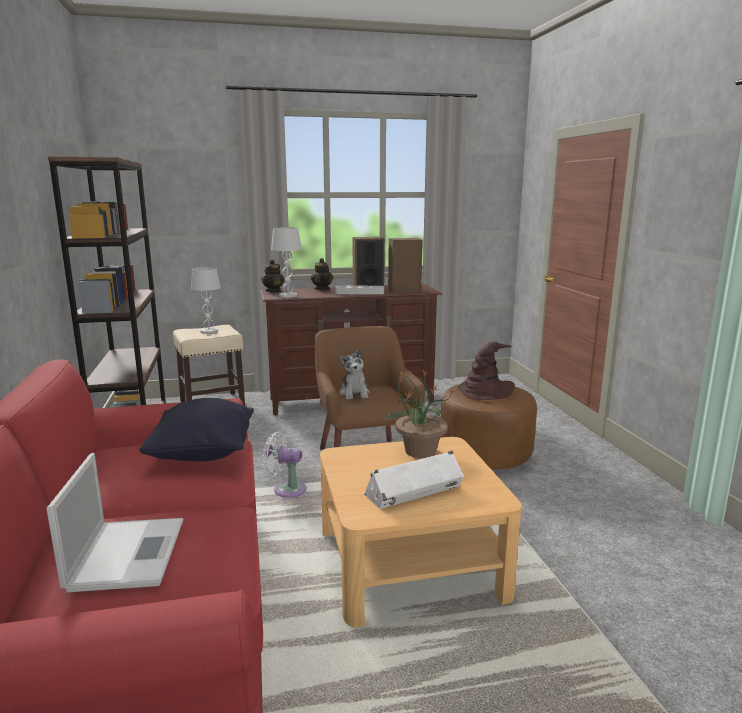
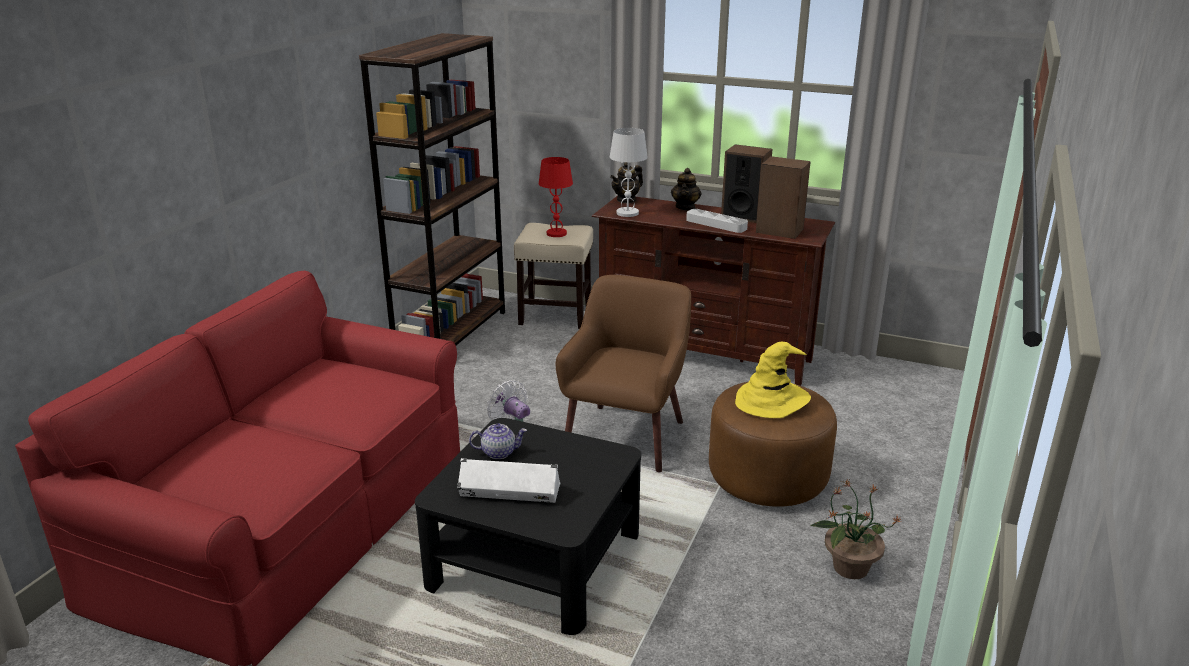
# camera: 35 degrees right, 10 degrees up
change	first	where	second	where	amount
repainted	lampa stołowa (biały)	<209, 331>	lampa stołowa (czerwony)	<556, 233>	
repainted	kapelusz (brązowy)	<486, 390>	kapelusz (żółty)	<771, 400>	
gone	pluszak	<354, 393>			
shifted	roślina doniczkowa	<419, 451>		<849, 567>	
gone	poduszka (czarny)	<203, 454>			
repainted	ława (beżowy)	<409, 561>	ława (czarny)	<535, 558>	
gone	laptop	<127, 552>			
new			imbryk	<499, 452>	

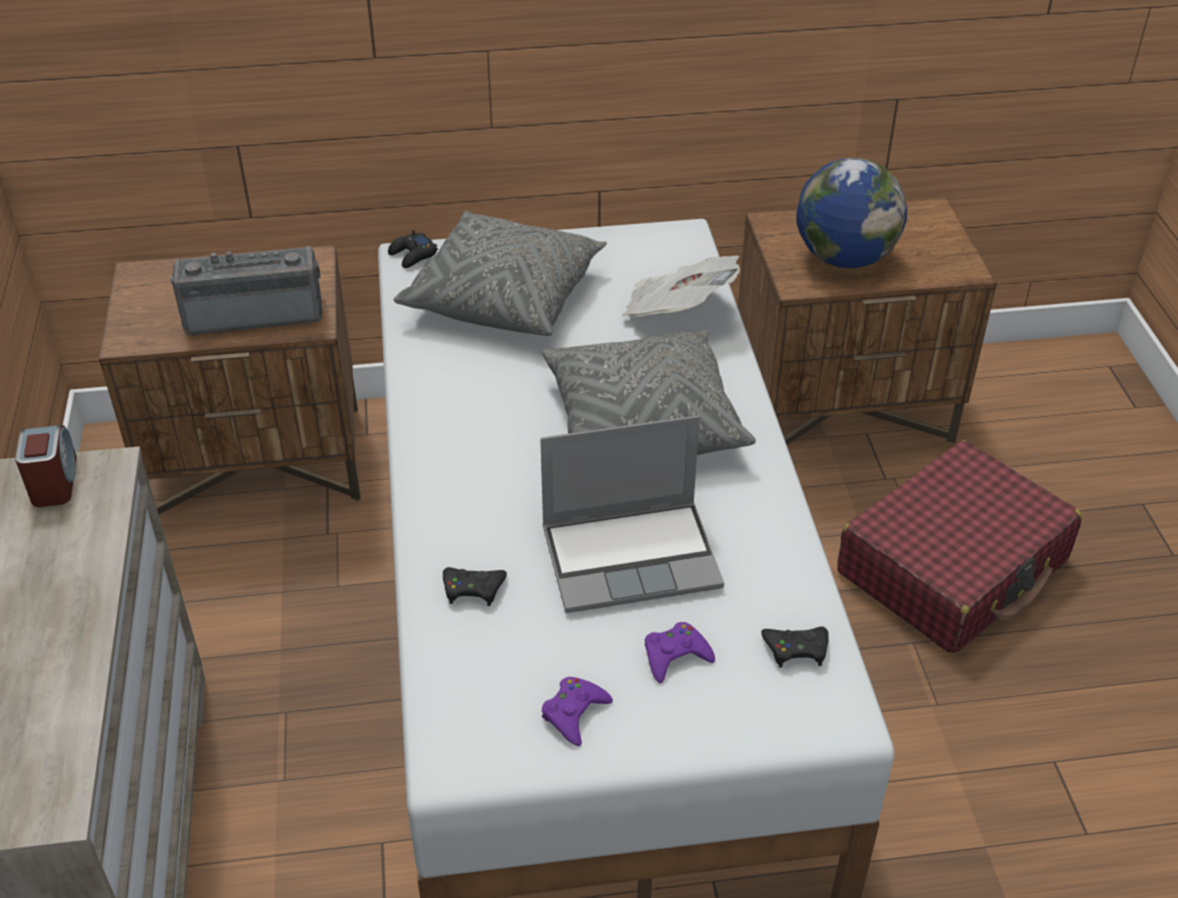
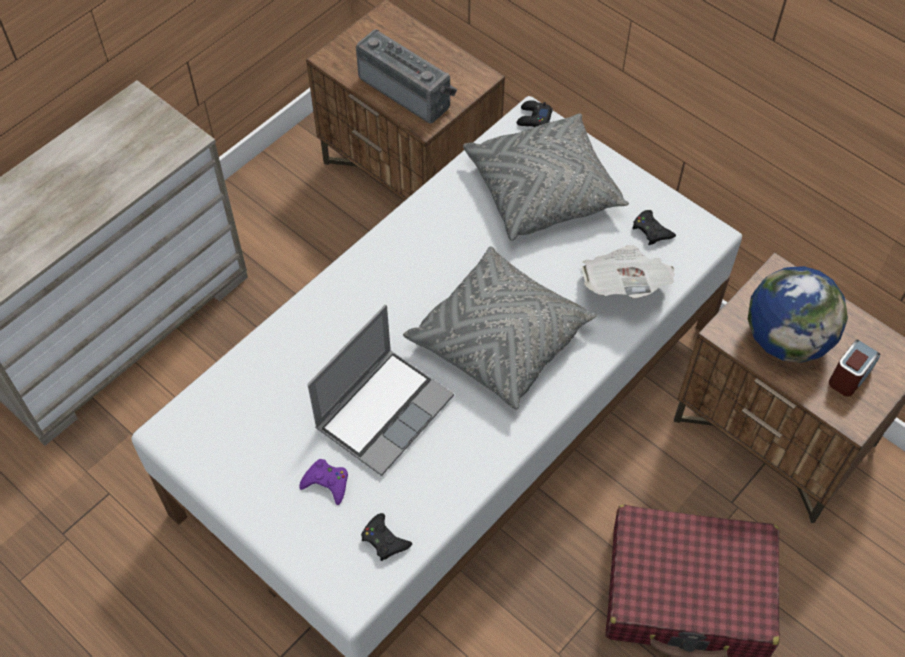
# camera: 50 degrees right, 15 degrees up
change	first	where	second	where	amount
rotated	laptop	<632, 556>		<384, 410>	90 degrees counterclockwise
shifted	budzik	<54, 482>		<849, 376>	
shifted	pad do gier (czarny)	<473, 589>		<651, 230>	
gone	pad do gier (fioletowy)	<574, 713>			

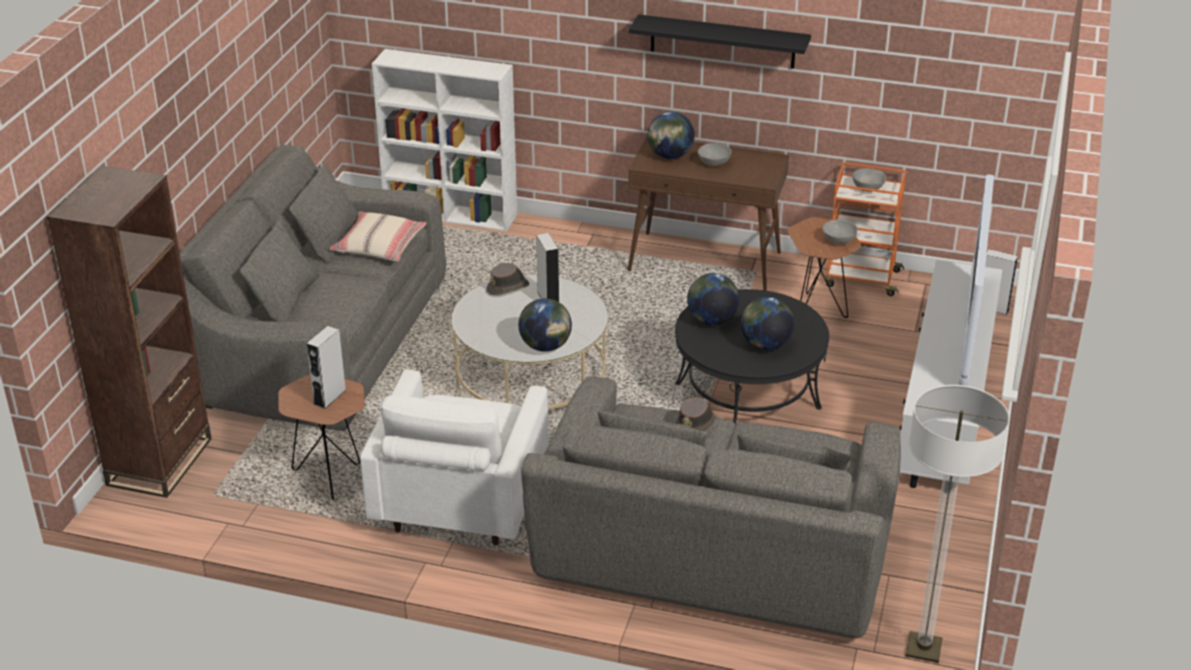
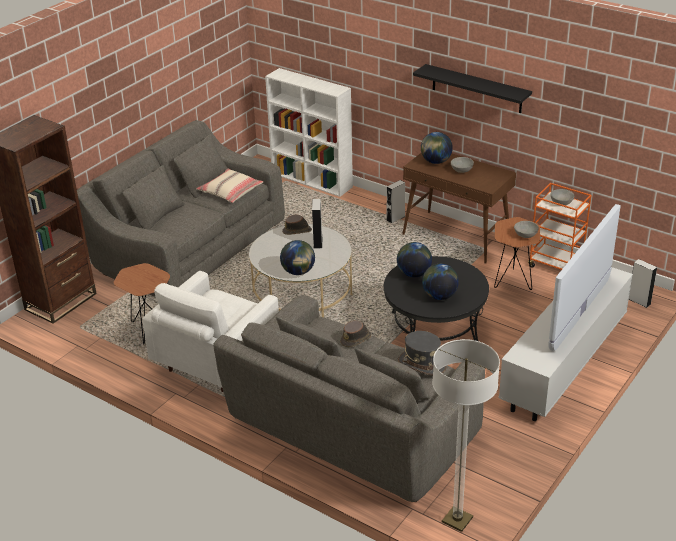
# camera: 20 degrees right, 0 degrees up
change	first	where	second	where	amount
shifted	głośnik (szary)	<329, 397>		<395, 218>	
new			kapelusz (szary)	<422, 363>	

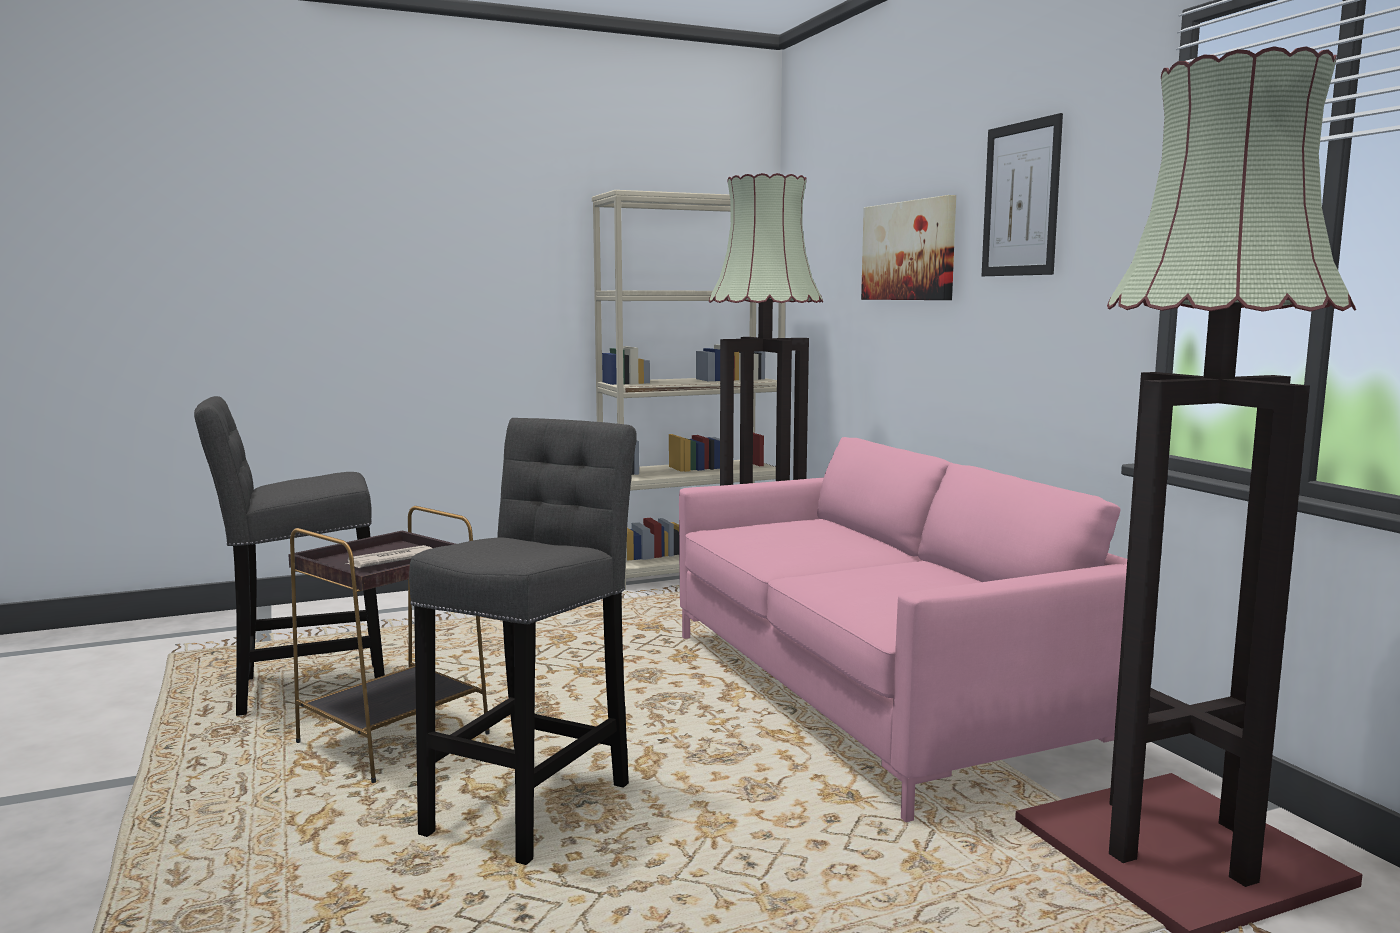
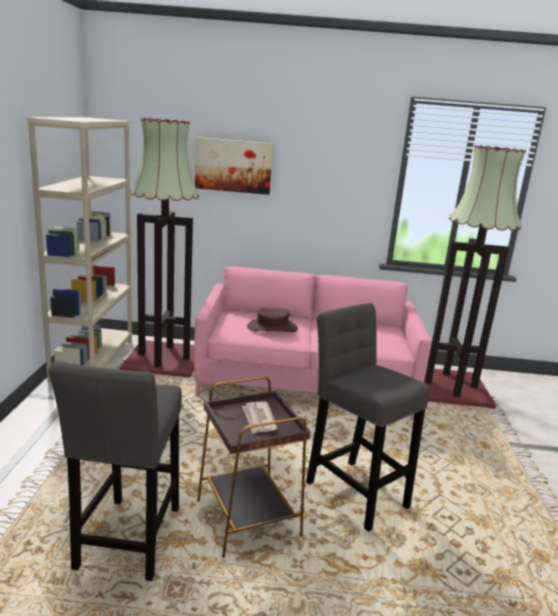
# camera: 65 degrees left, 10 degrees up
change	first	where	second	where	amount
gone	obraz	<1021, 199>			
new			kapelusz (brązowy)	<272, 328>	

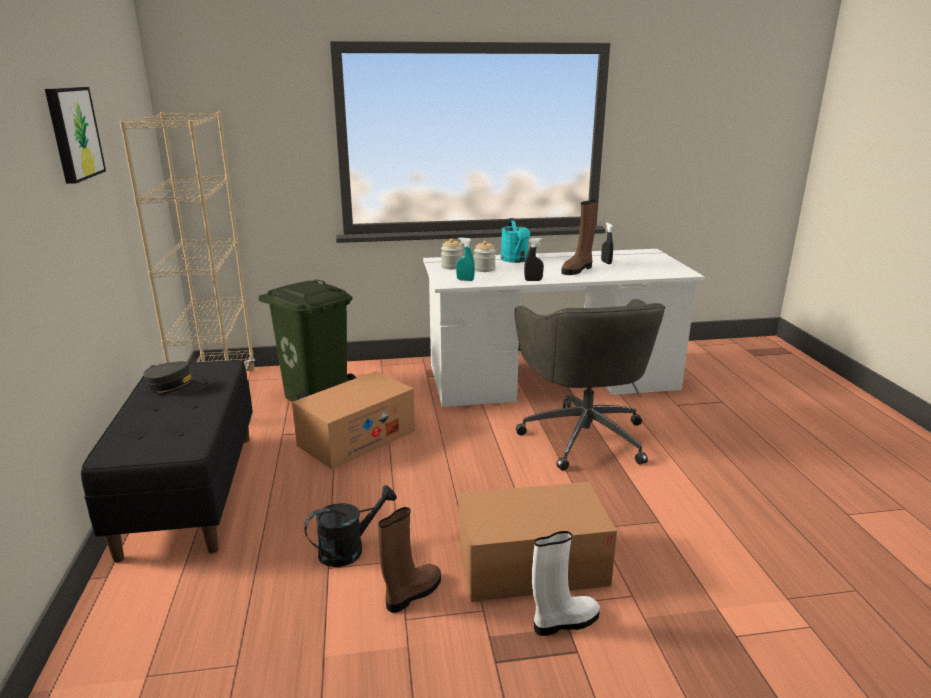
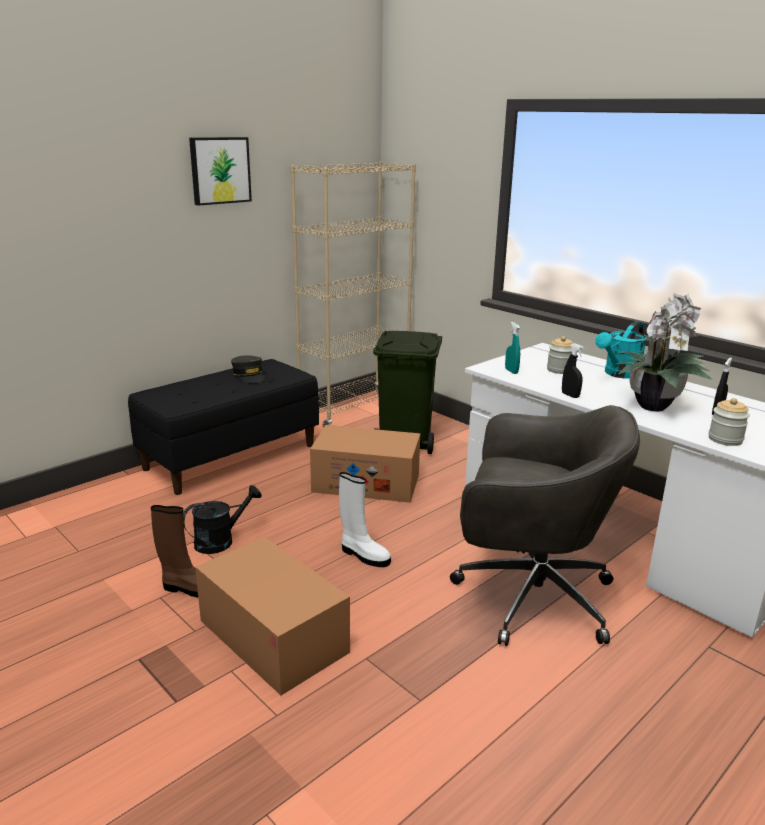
# camera: 55 degrees right, 0 degrees up
change	first	where	second	where	amount
swapped	but z cholewką (brązowy)	<577, 269>	roślina doniczkowa	<654, 406>	
shifted	słoik	<451, 267>		<725, 439>	
rotated	krzesło biurowe (szary)	<583, 435>		<529, 596>	120 degrees counterclockwise
rotated	konewka (czarny)	<349, 549>		<221, 540>	60 degrees counterclockwise
shifted	but z cholewką (biały)	<564, 622>		<363, 555>	

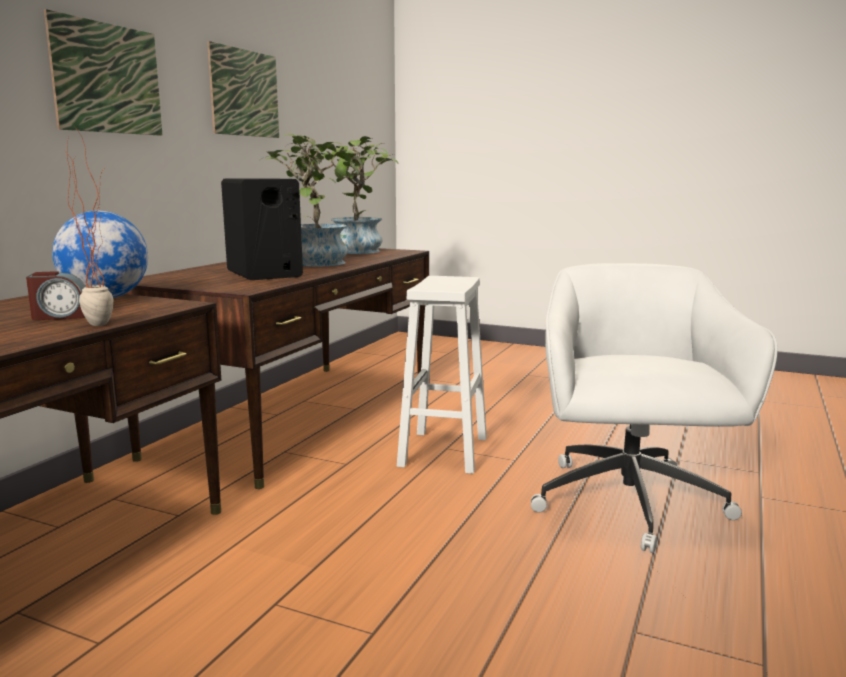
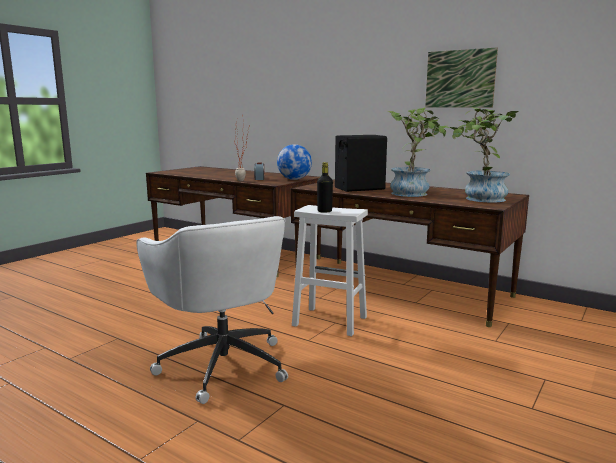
# camera: 100 degrees right, 0 degrees up
change	first	where	second	where	amount
gone	obraz	<107, 78>			
rotated	krzesło biurowe (biały)	<629, 504>		<222, 364>	45 degrees clockwise
new			butelka (czarny)	<324, 211>	

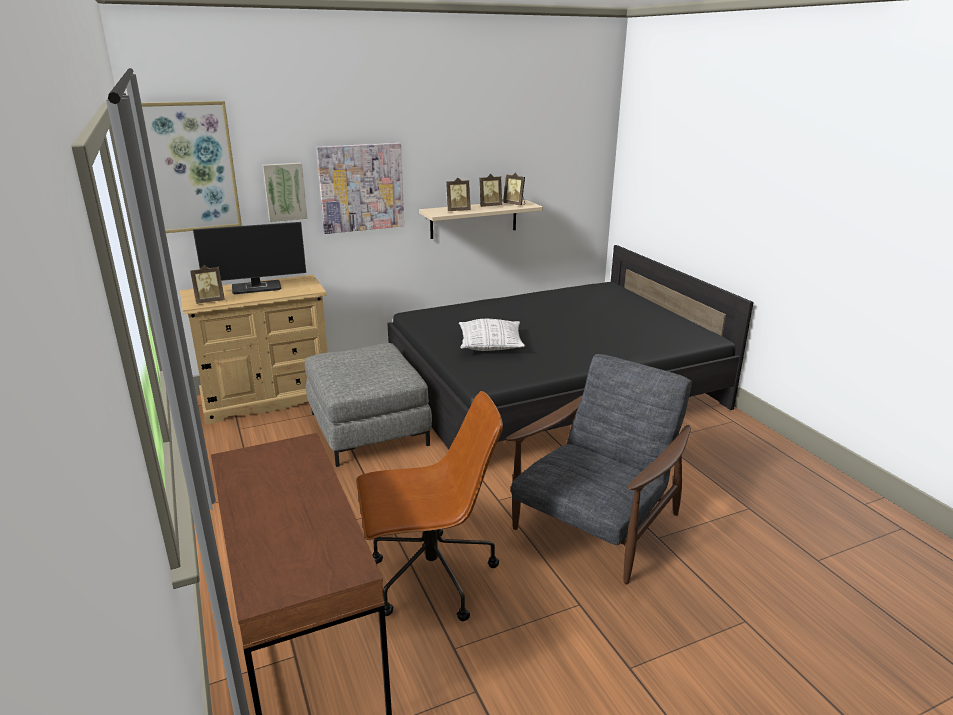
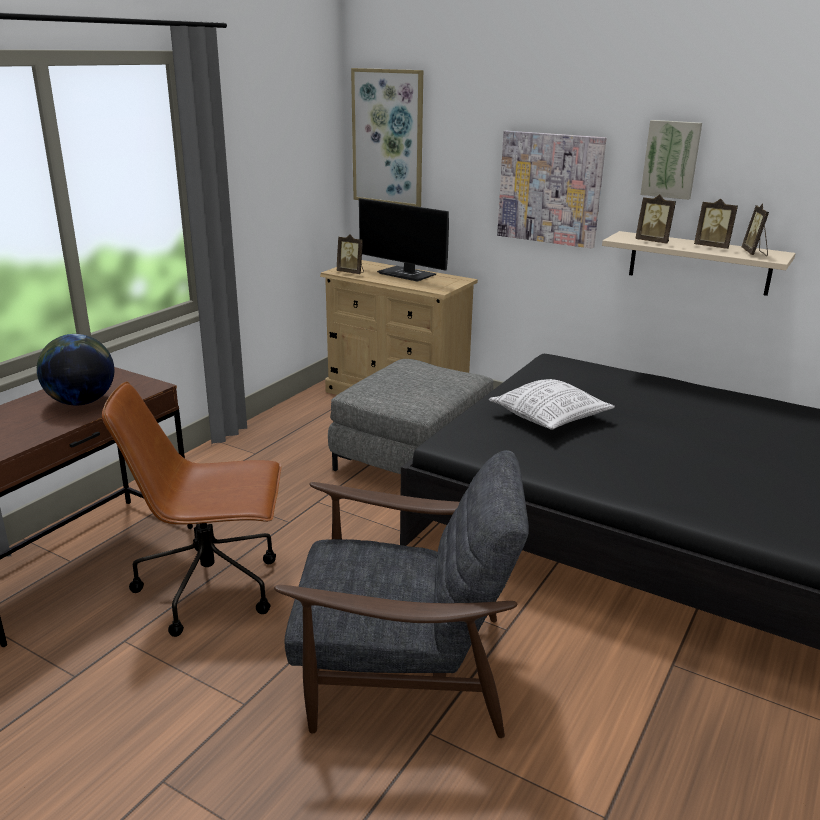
# camera: 55 degrees right, 0 degrees up
change	first	where	second	where	amount
shifted	obraz	<284, 191>		<671, 159>	
rotated	krzesło biurowe (brązowy)	<430, 578>		<212, 587>	135 degrees clockwise
new			globus	<81, 402>	

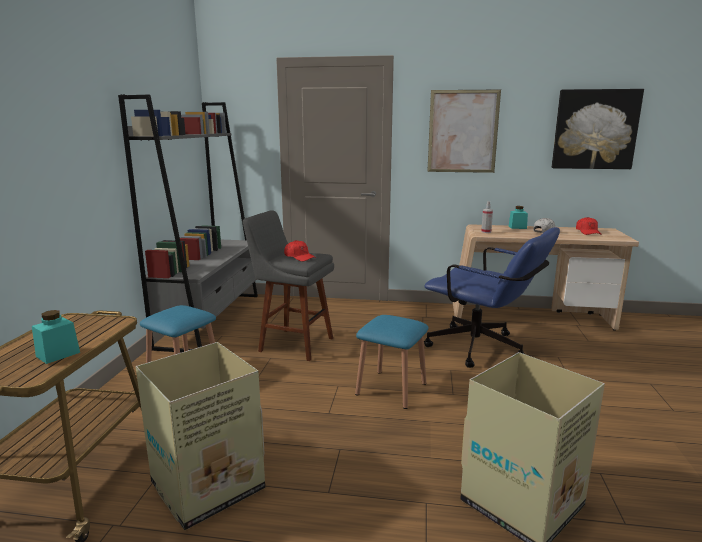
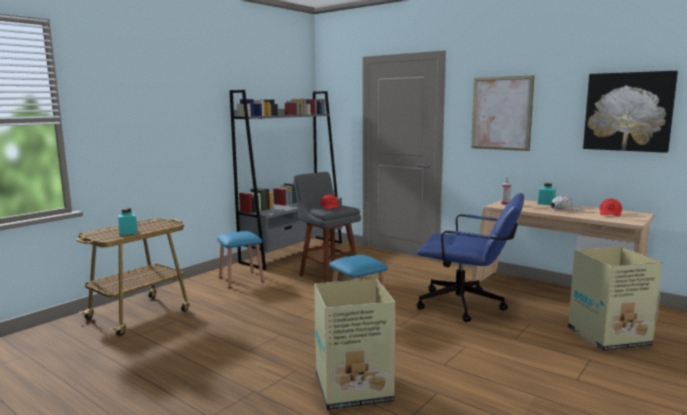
# camera: 30 degrees right, 5 degrees down
change	first	where	second	where	amount
rotated	krzesło biurowe (niebieski)	<483, 350>		<468, 306>	45 degrees counterclockwise
shifted	karton	<205, 487>		<606, 337>	

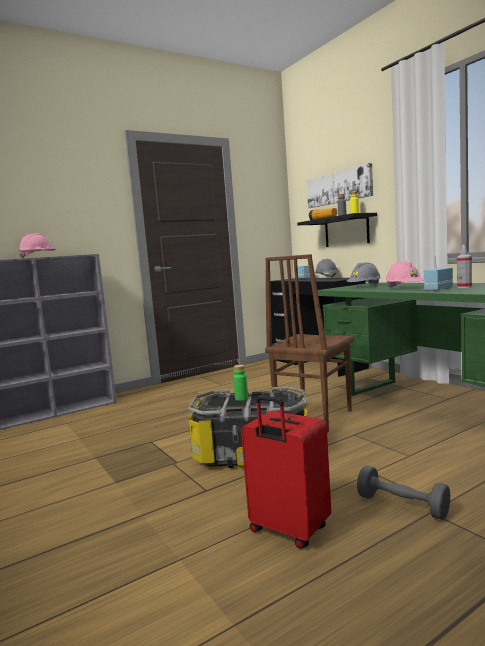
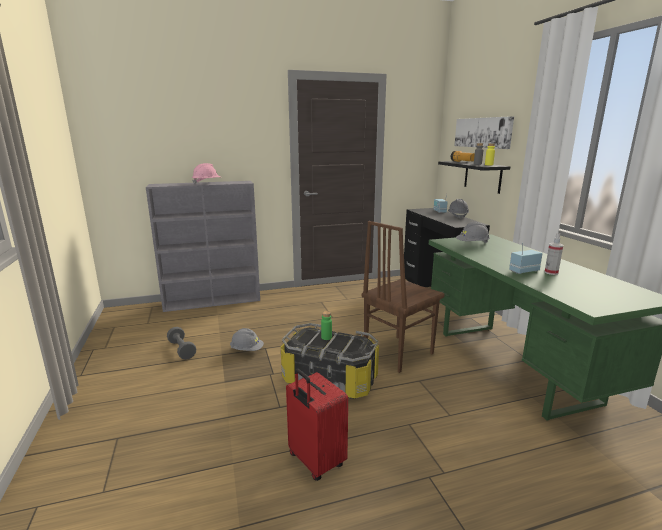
# camera: 15 degrees right, 10 degrees up
change	first	where	second	where	amount
gone	kask (różowy)	<404, 288>			
shifted	hantel (szary)	<402, 506>		<182, 350>	
new			kask (szary)	<247, 350>	

